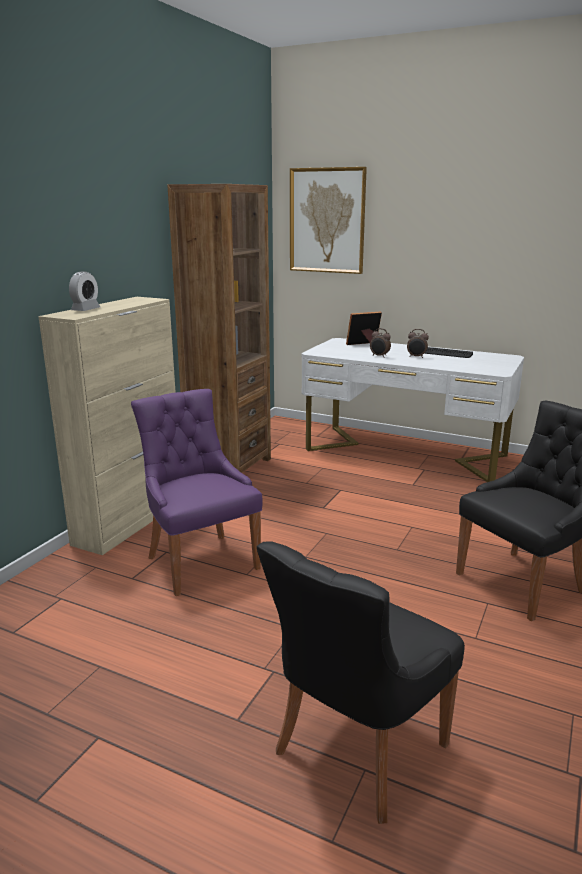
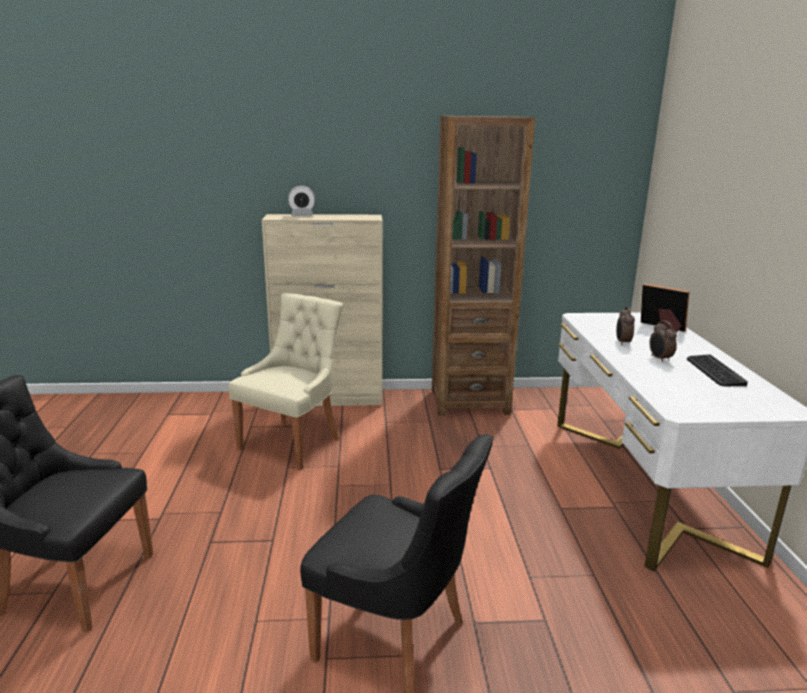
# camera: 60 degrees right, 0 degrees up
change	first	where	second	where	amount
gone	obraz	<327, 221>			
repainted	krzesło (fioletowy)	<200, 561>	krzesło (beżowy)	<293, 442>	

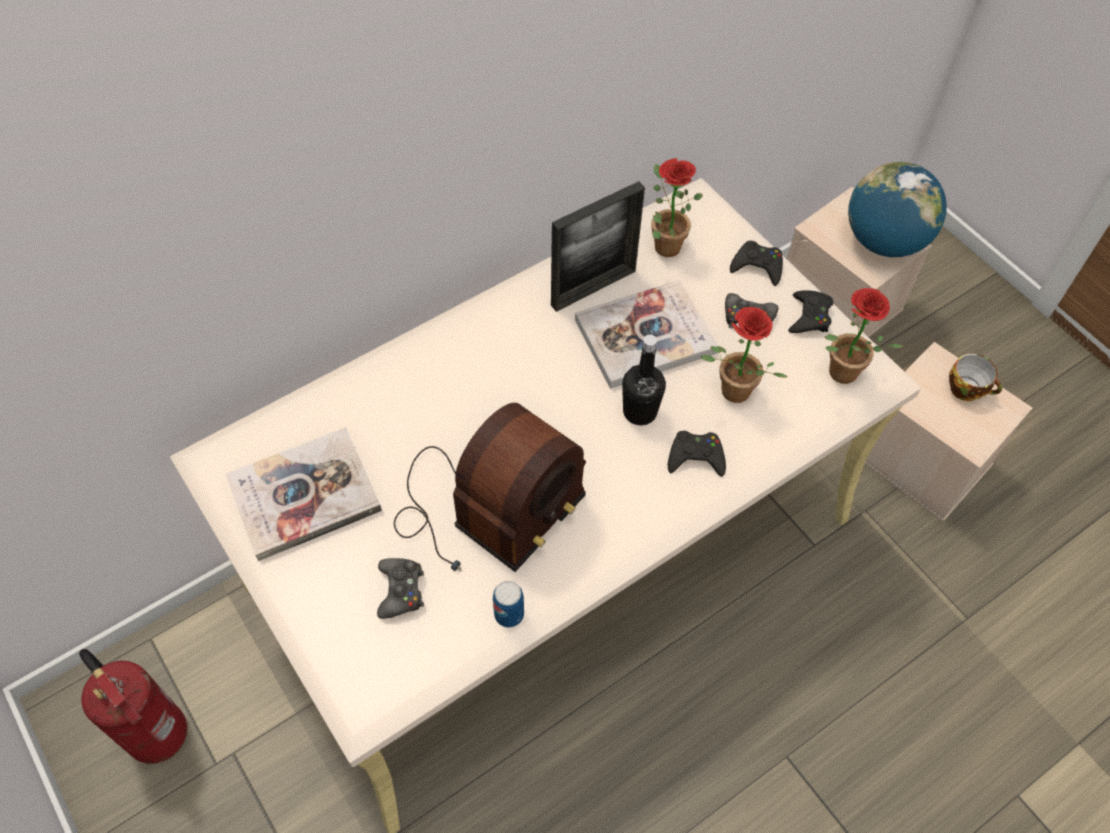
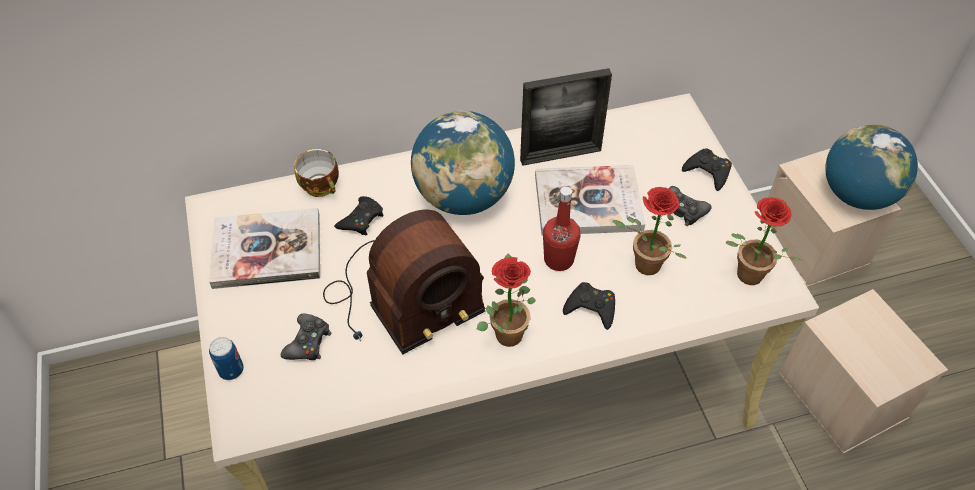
# camera: 20 degrees right, 5 degrees down
change	first	where	second	where	amount
shifted	roślina doniczkowa	<663, 243>		<506, 330>	
shifted	pad do gier (czarny)	<809, 316>		<361, 219>	
repainted	butelka (czarny)	<640, 412>	butelka (czerwony)	<558, 260>	
shifted	filiżanka	<967, 389>		<322, 187>	
shifted	puszka	<509, 614>		<231, 370>	
gone	gaśnica	<157, 731>			
new			globus	<464, 197>	

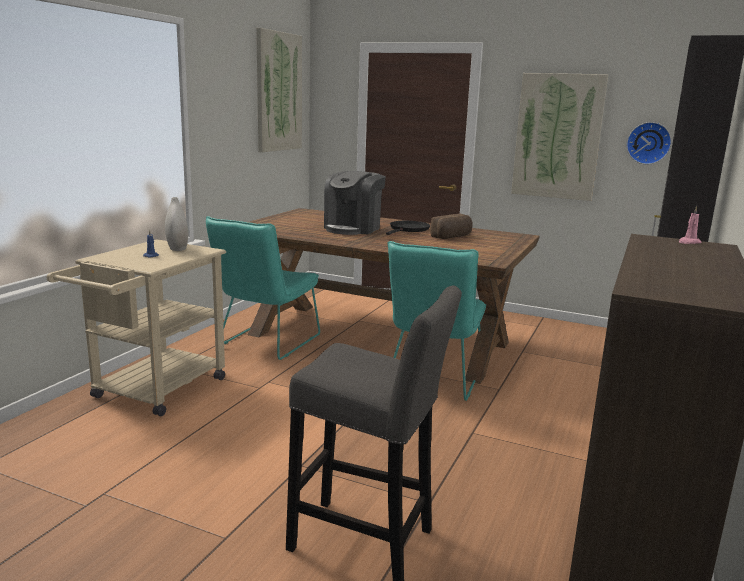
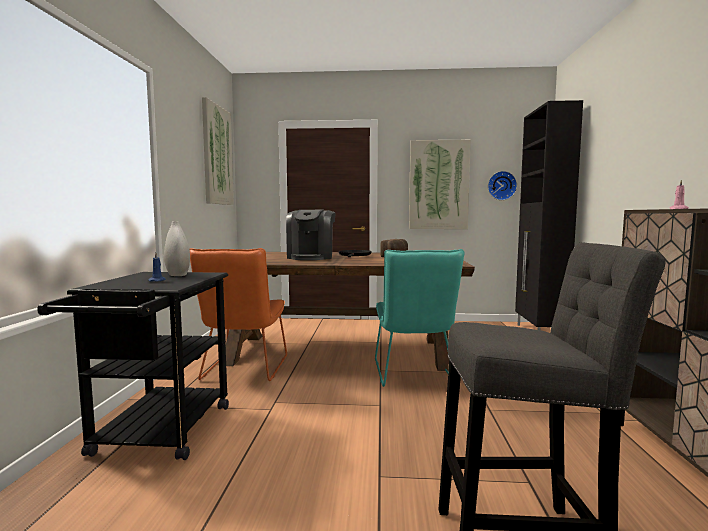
# camera: 20 degrees left, 10 degrees down
change	first	where	second	where	amount
repainted	krzesło (turkusowy)	<265, 343>	krzesło (pomarańczowy)	<243, 369>	
repainted	wózek (beżowy)	<152, 392>	wózek (czarny)	<157, 436>	

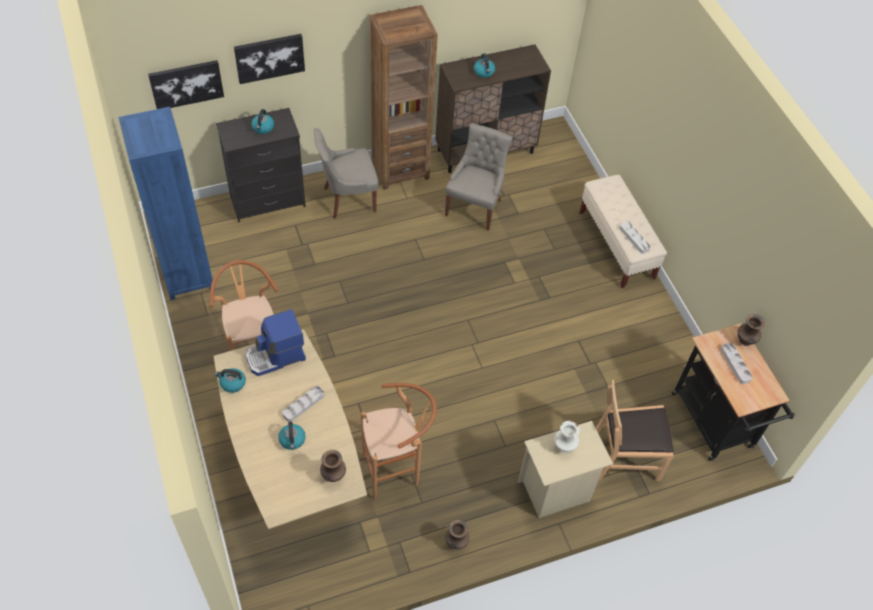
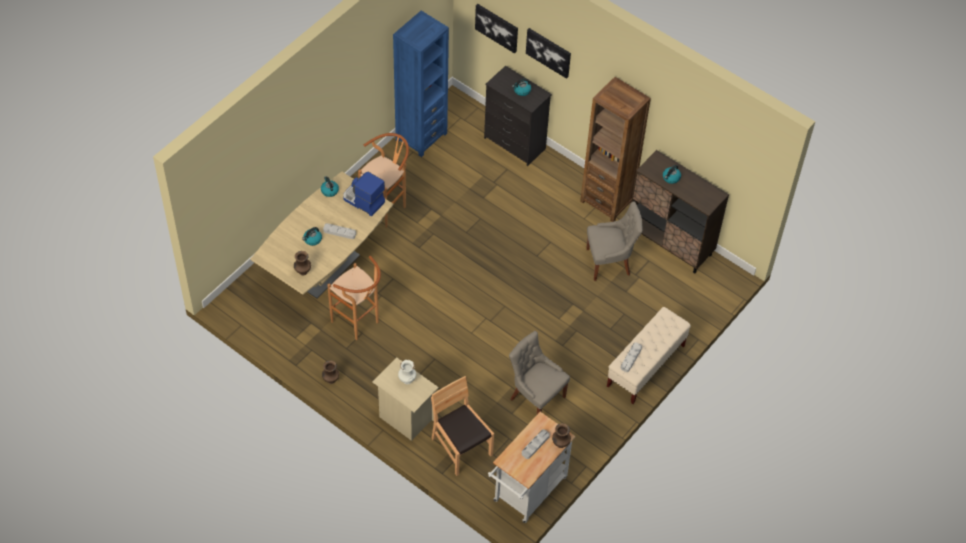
# camera: 60 degrees right, 0 degrees up
change	first	where	second	where	amount
shifted	krzesło (szary)	<348, 199>		<536, 397>	
repainted	wózek (czarny)	<715, 425>	wózek (biały)	<527, 493>	

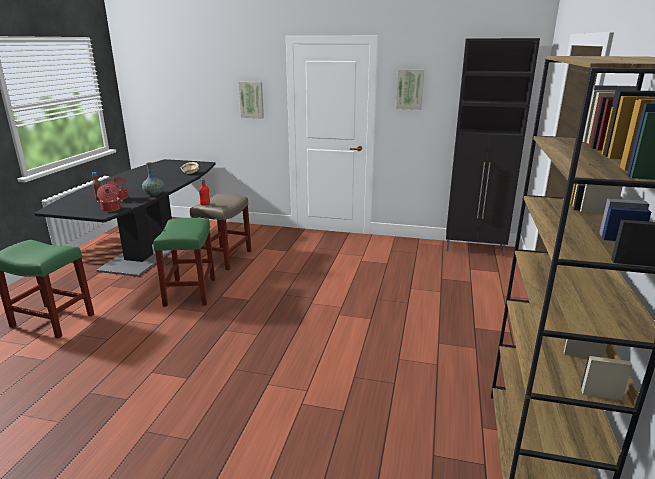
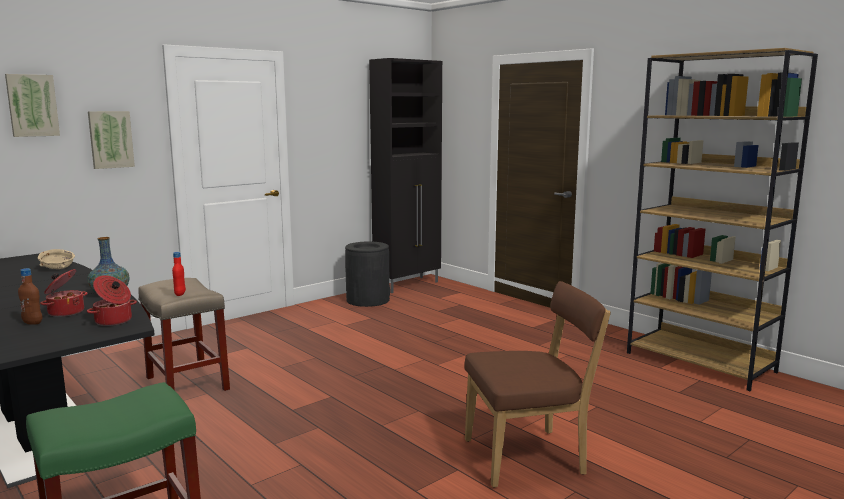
# camera: 55 degrees left, 10 degrees down
change	first	where	second	where	amount
shifted	obraz	<410, 89>		<32, 105>	
gone	stołek (zielony)	<190, 292>			
new			kosz na śmieci (czarny)	<368, 300>	
new			krzesło (brązowy)	<529, 457>	

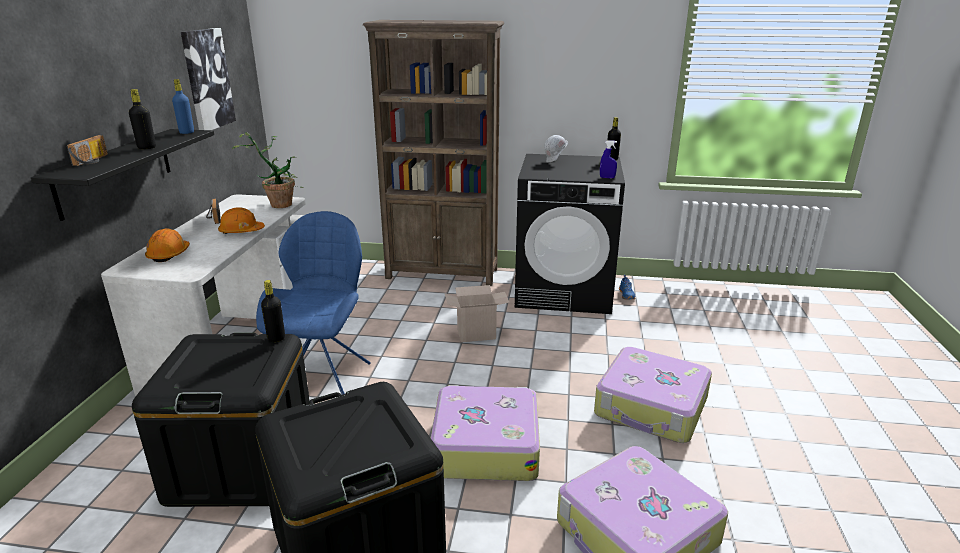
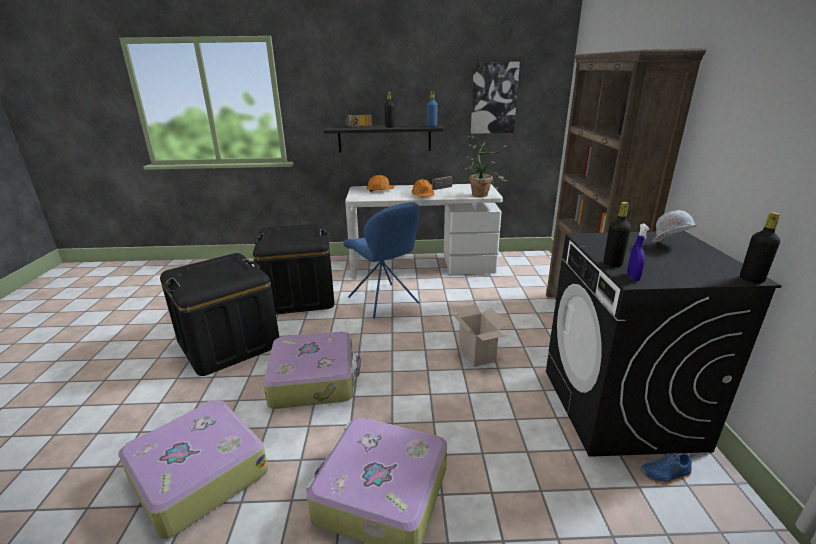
# camera: 80 degrees right, 0 degrees up
change	first	where	second	where	amount
rotated	krzesło (niebieski)	<324, 379>		<384, 301>	60 degrees clockwise
shifted	butelka (czarny)	<276, 338>		<612, 264>	

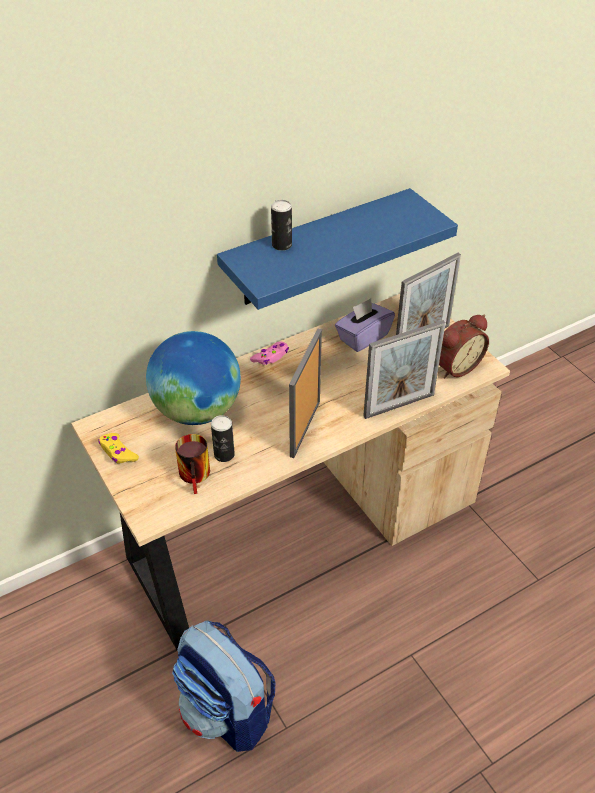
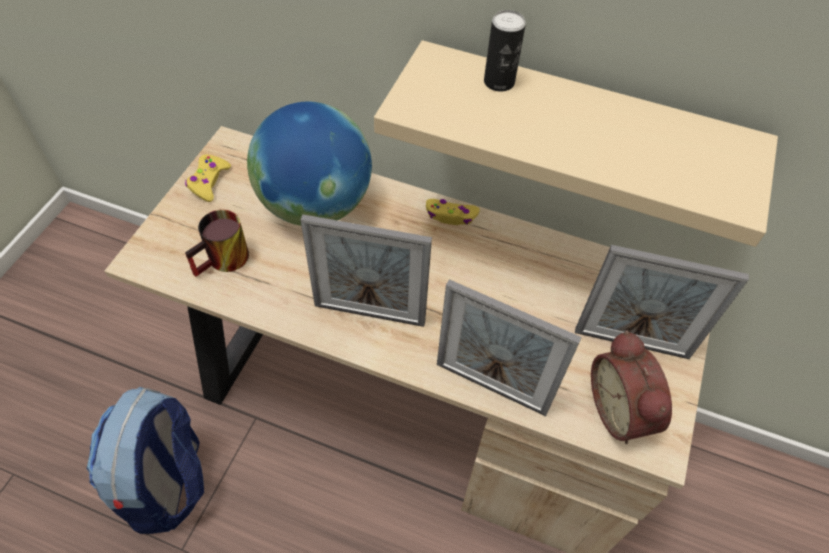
# camera: 50 degrees right, 10 degrees up
change	first	where	second	where	amount
repainted	półka (niebieski)	<317, 248>	półka (beżowy)	<578, 127>	
gone	pudełko chusteczek (fioletowy)	<363, 337>			
rotated	budzik	<455, 366>		<622, 410>	60 degrees clockwise
rotated	ramka na zdjęcie	<305, 428>		<369, 314>	150 degrees counterclockwise
repainted	pad do gier (różowy)	<271, 357>	pad do gier (żółty)	<451, 216>	
gone	puszka	<224, 454>			

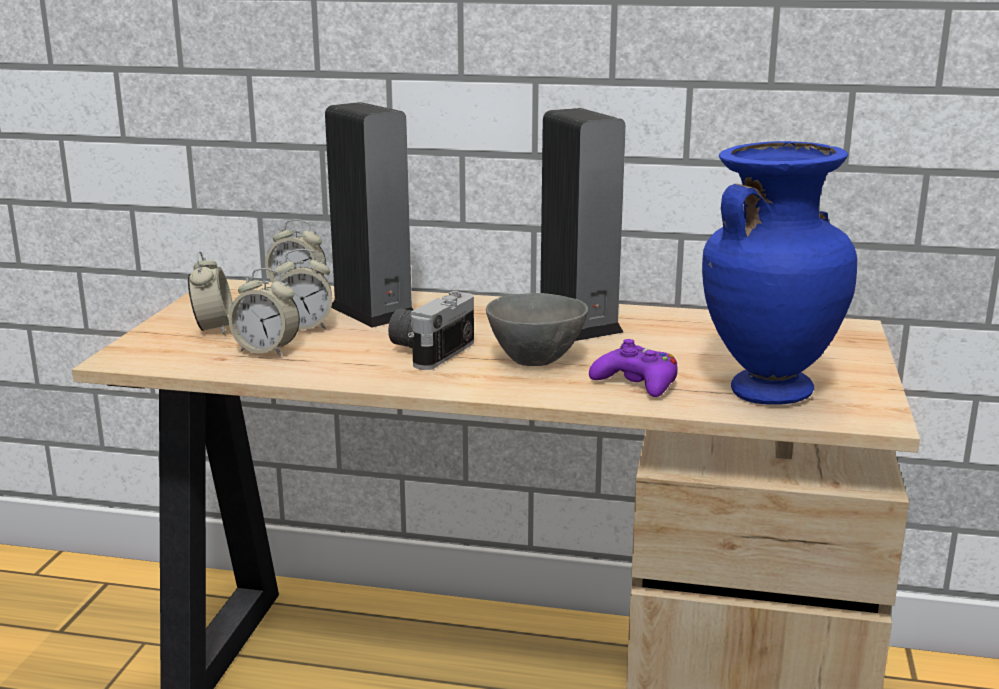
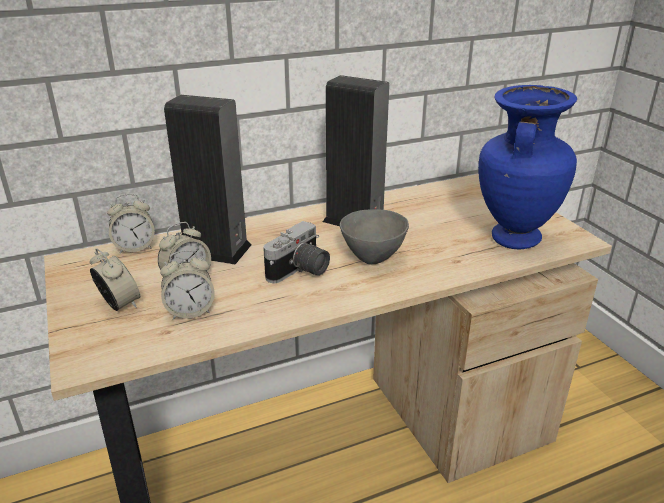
# camera: 35 degrees left, 10 degrees up
change	first	where	second	where	amount
rotated	aparat fotograficzny	<429, 350>		<300, 272>	135 degrees counterclockwise
gone	pad do gier (fioletowy)	<637, 383>			

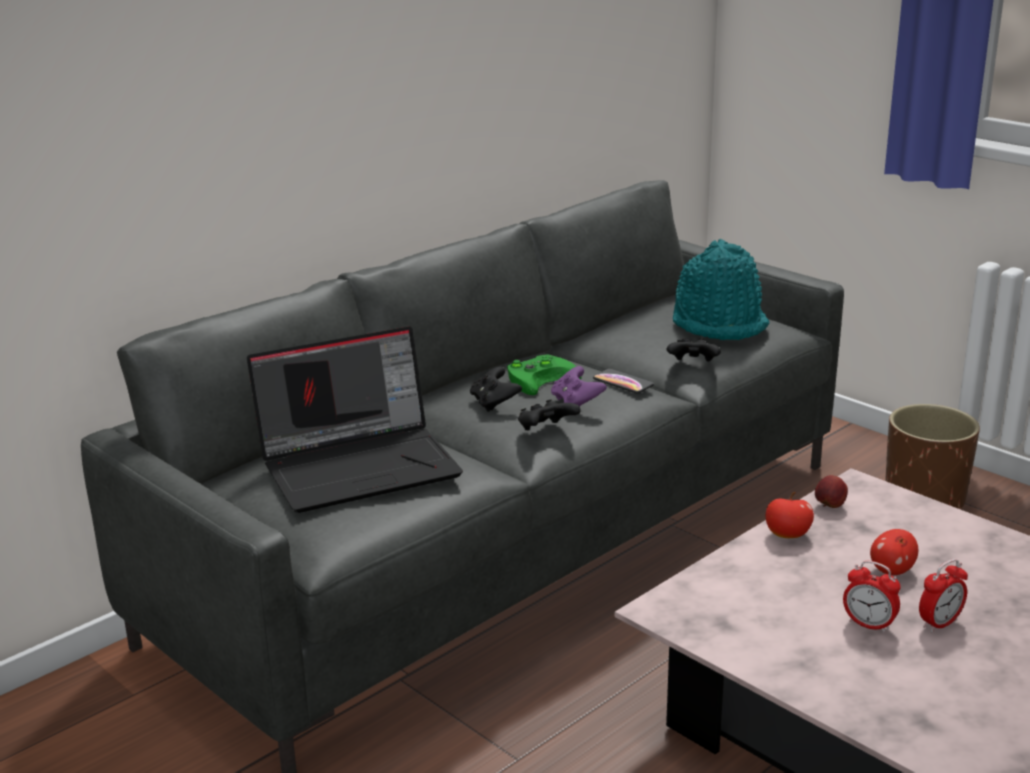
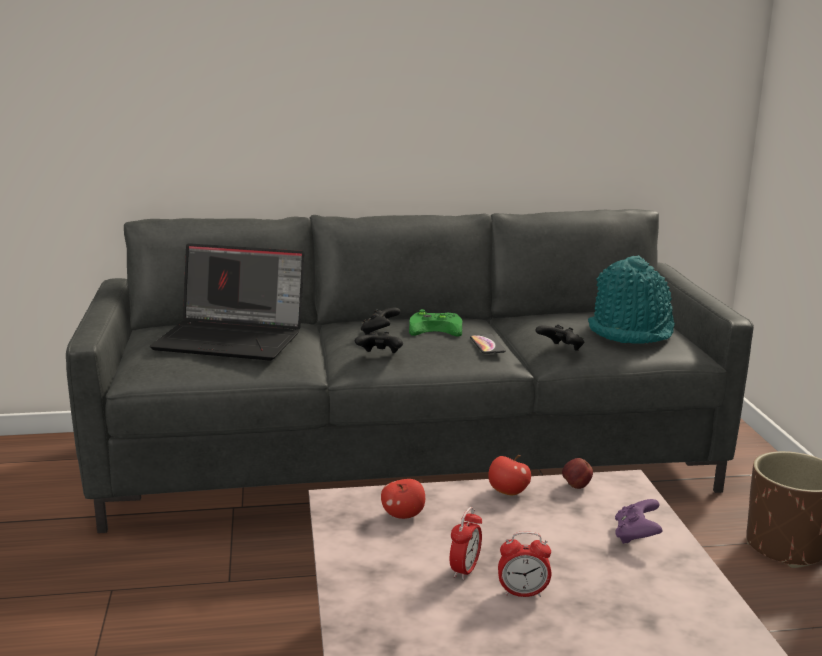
# camera: 35 degrees right, 5 degrees down
change	first	where	second	where	amount
shifted	pad do gier (fioletowy)	<576, 403>		<636, 536>	
shifted	jabłko	<891, 570>		<403, 515>	
rotated	budzik	<869, 625>		<465, 570>	135 degrees counterclockwise

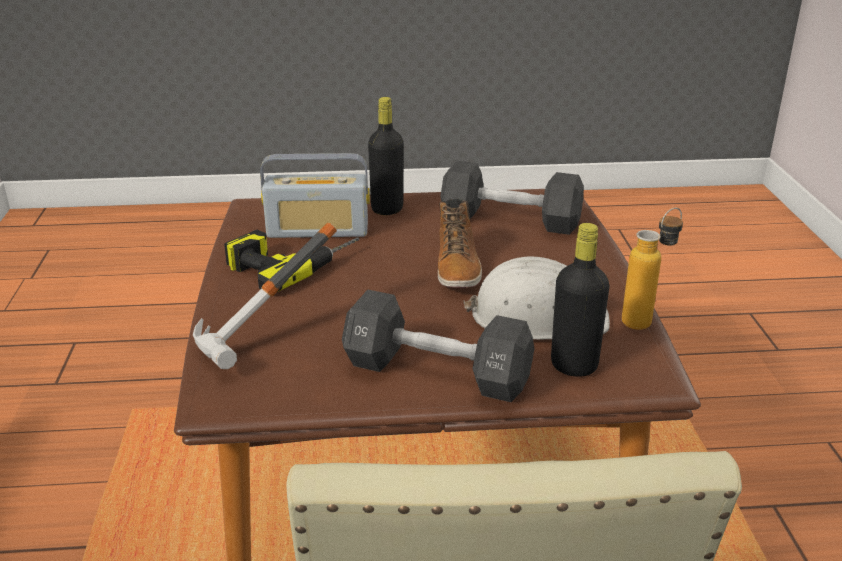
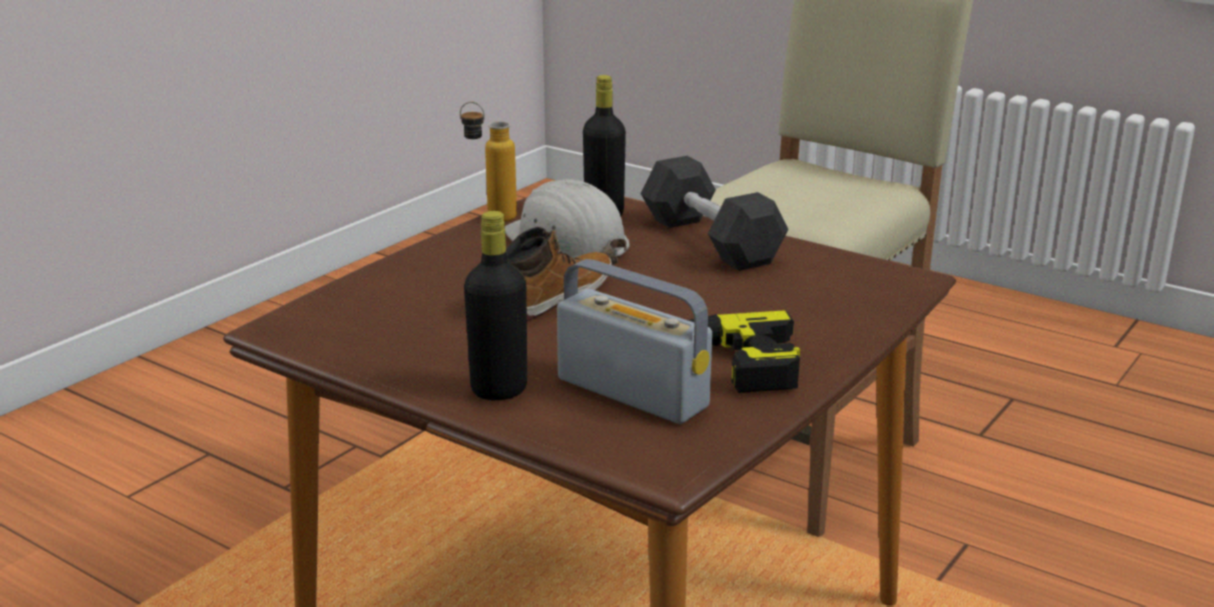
# camera: 140 degrees left, 5 degrees down
change	first	where	second	where	amount
gone	hantel (czarny)	<510, 220>			
gone	młotek	<271, 345>			

